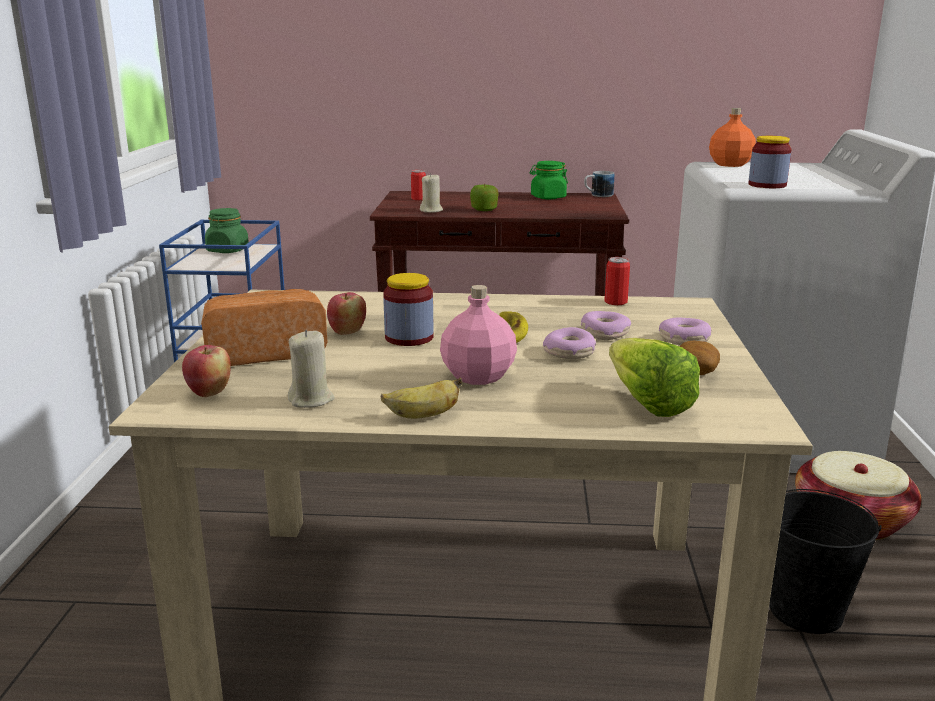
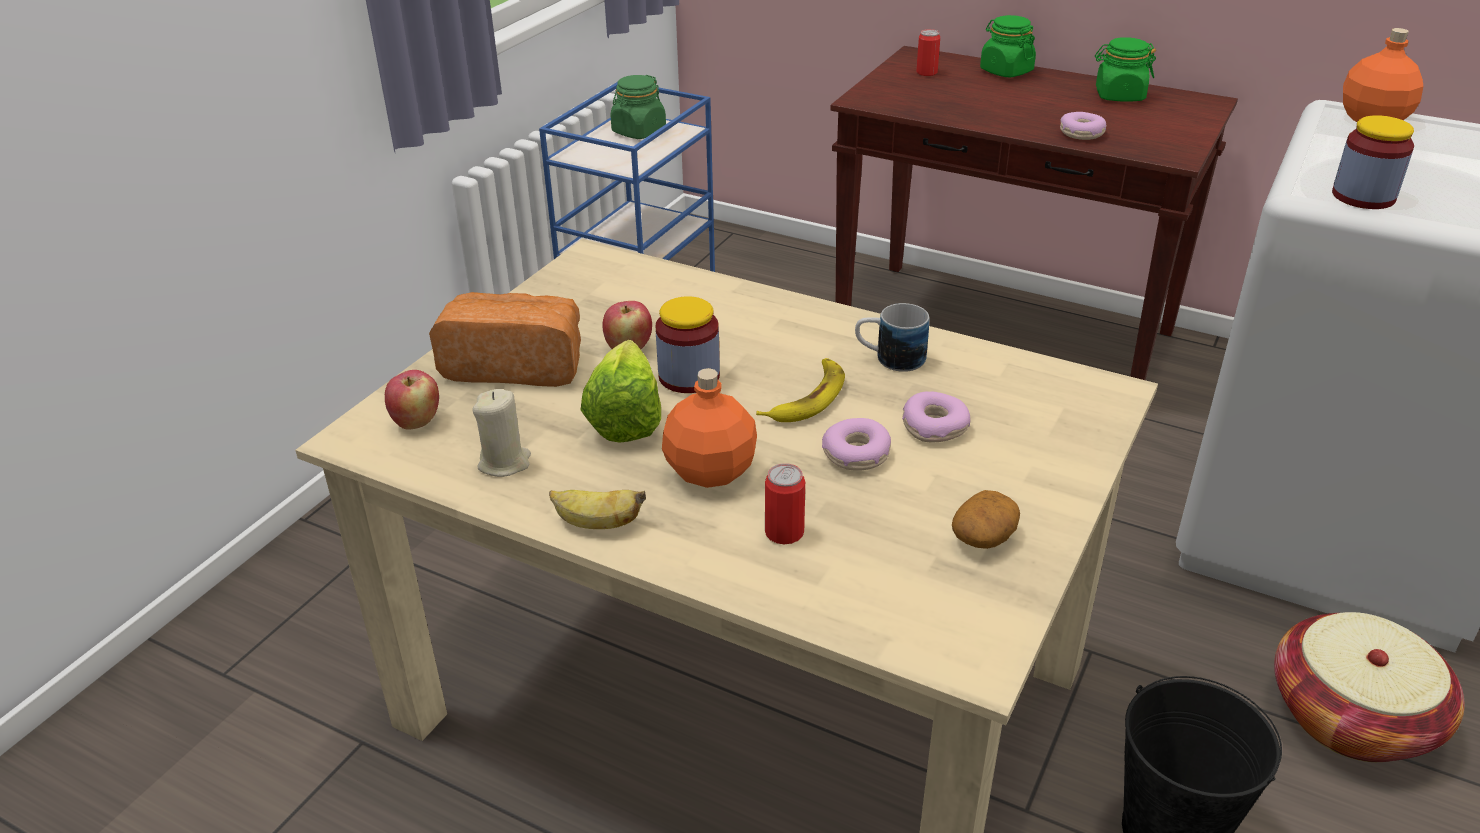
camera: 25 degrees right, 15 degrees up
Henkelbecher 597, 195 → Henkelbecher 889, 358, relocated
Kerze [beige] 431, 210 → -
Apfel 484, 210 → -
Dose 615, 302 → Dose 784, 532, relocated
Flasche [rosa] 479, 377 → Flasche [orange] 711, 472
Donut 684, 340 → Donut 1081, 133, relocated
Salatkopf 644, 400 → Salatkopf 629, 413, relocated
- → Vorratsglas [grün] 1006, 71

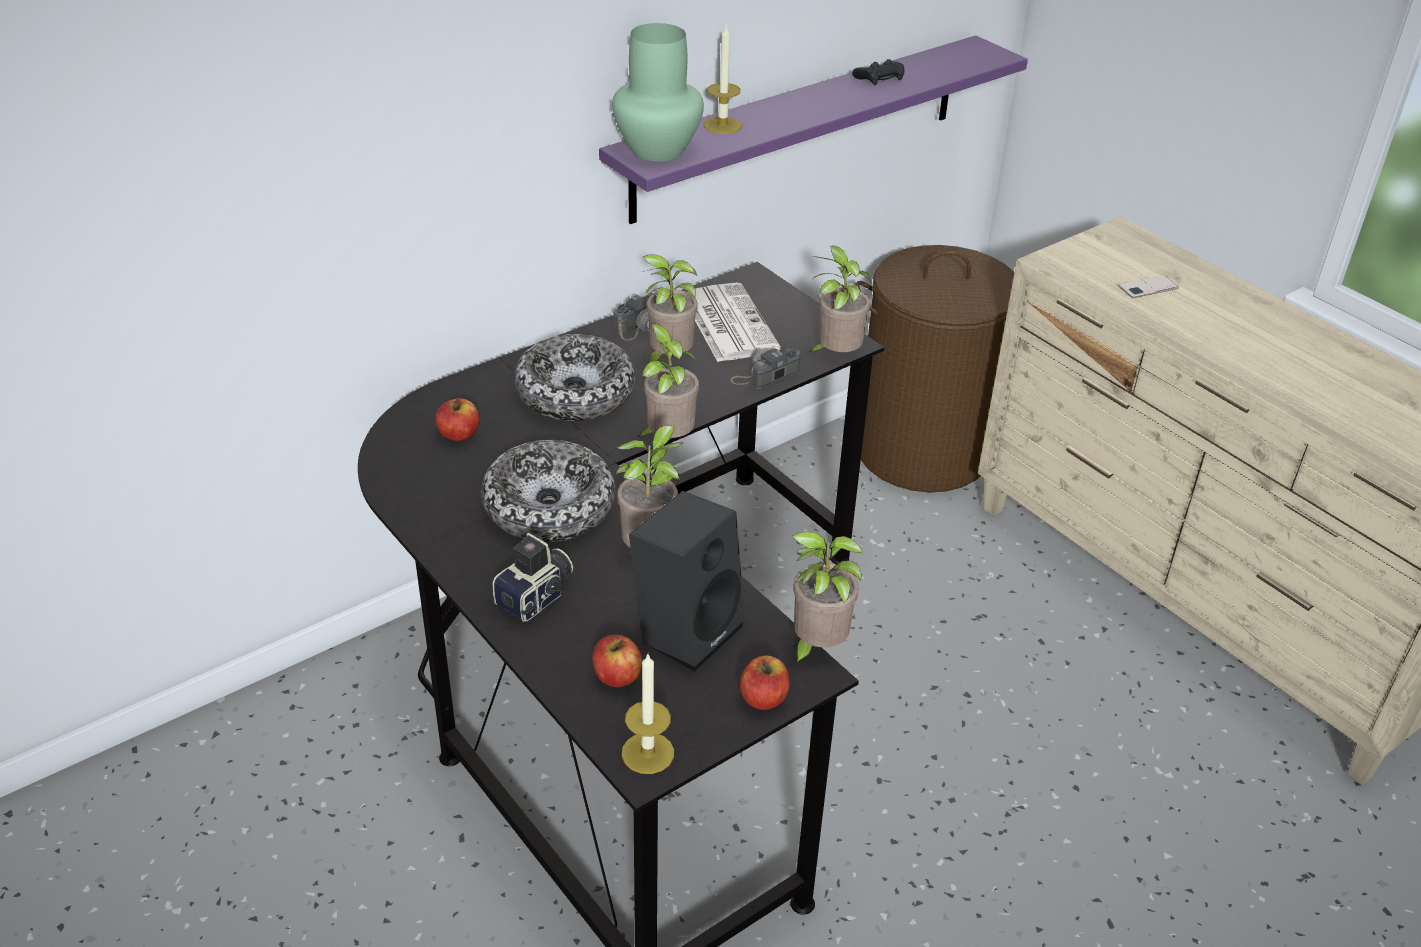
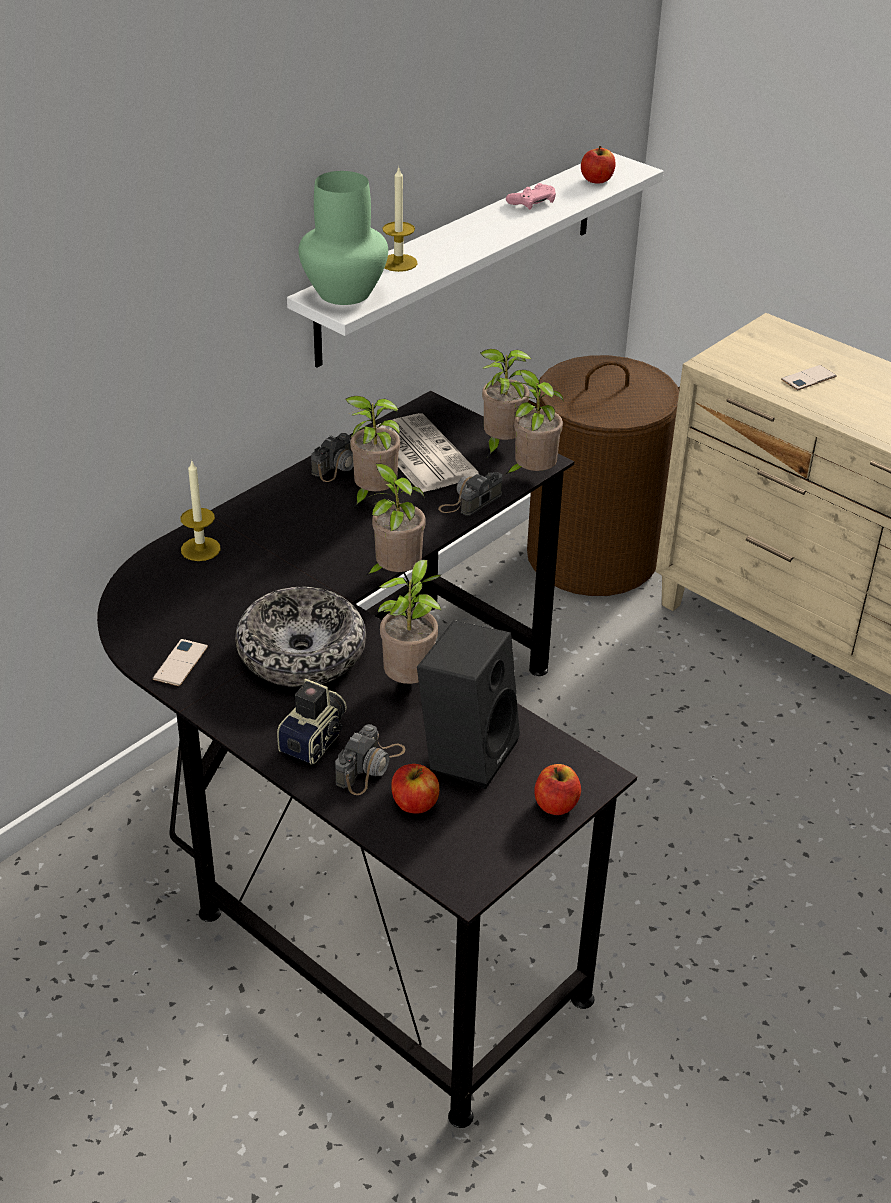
camera: 10 degrees left, 0 degrees up
Wandregal [lila] 799, 127 → Wandregal [weiß] 460, 256
Gamepad [schwarz] 879, 78 → Gamepad [rosa] 532, 202
Schüssel 575, 393 → -
Apfel 459, 434 → Apfel 597, 180, relocated
Topfpflanze 816, 647 → Topfpflanze 501, 445, relocated
Kerze 647, 753 → Kerze 200, 549, relocated
- → Handy 180, 663
- → Kamera 370, 766

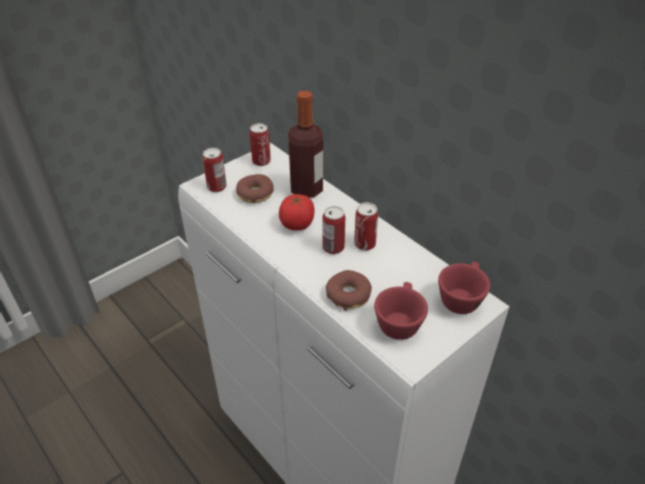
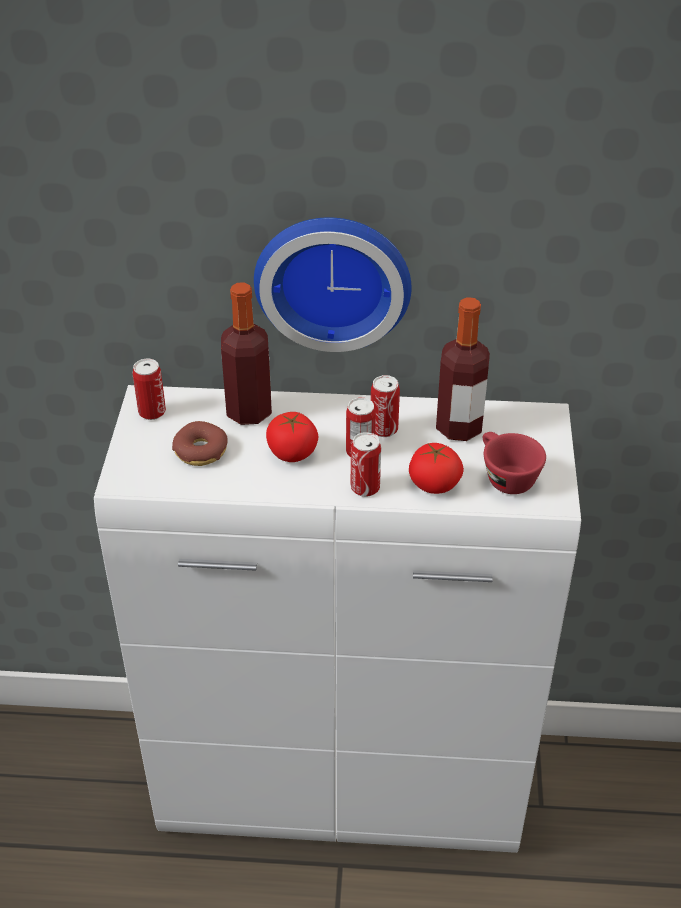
camera: 45 degrees left, 0 degrees up
Dose 216, 187 → Dose 365, 487, relocated
Tasse [rot] 461, 297 → -
Donut 348, 295 → Tomate 434, 484
- → Wanduhr 333, 277
- → Flasche 459, 427

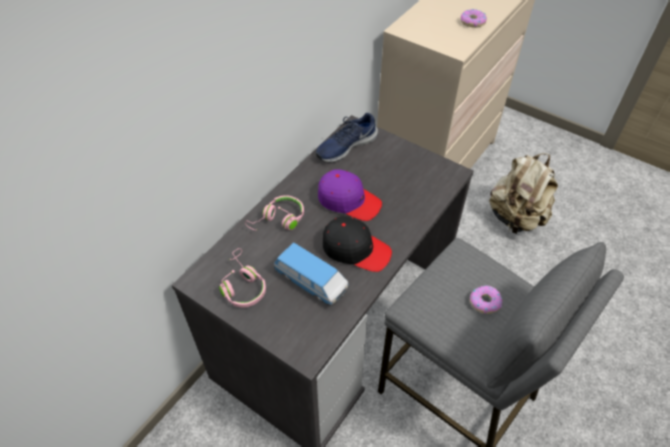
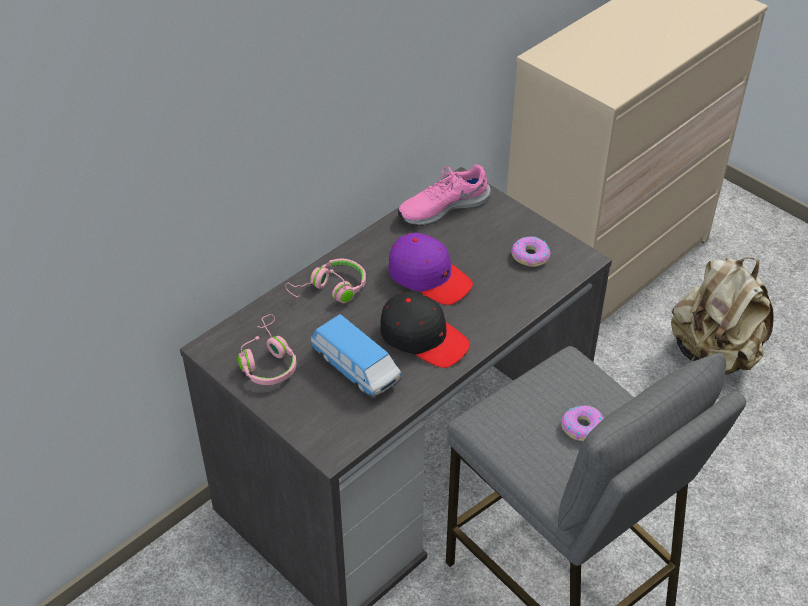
camera: 10 degrees right, 5 degrees down
Donut 472, 22 → Donut 530, 256, relocated
Schuh [blau] 345, 146 → Schuh [rosa] 442, 207

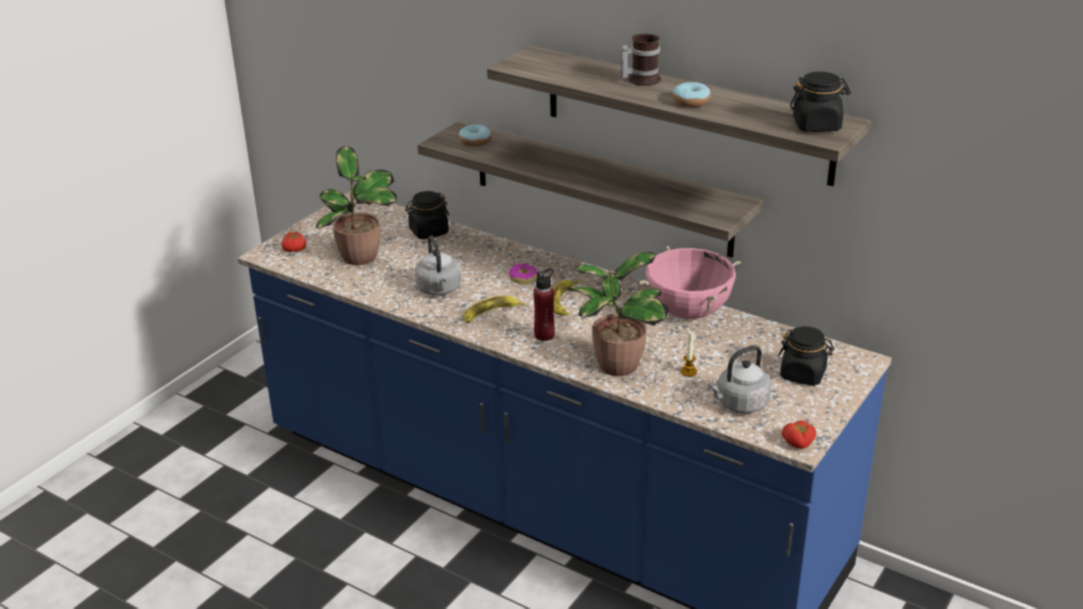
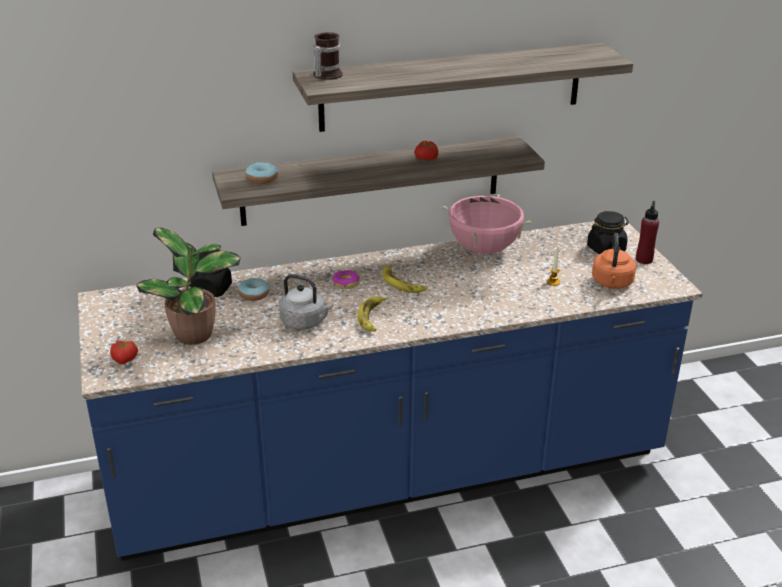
camera: 50 degrees left, 0 degrees up
Henkelbecher 640, 79 → Henkelbecher 325, 75, relocated
Vorratsglas [schwarz] 817, 125 → -
Donut 691, 101 → Donut 254, 294, relocated
Topfpflanze 615, 366 → -
Flasche [rot] 544, 335 → Flasche [rot] 644, 260, relocated
Wasserkessel [grau] 740, 404 → Wasserkessel [orange] 612, 283
Tomate 798, 443 → Tomate 427, 158, relocated

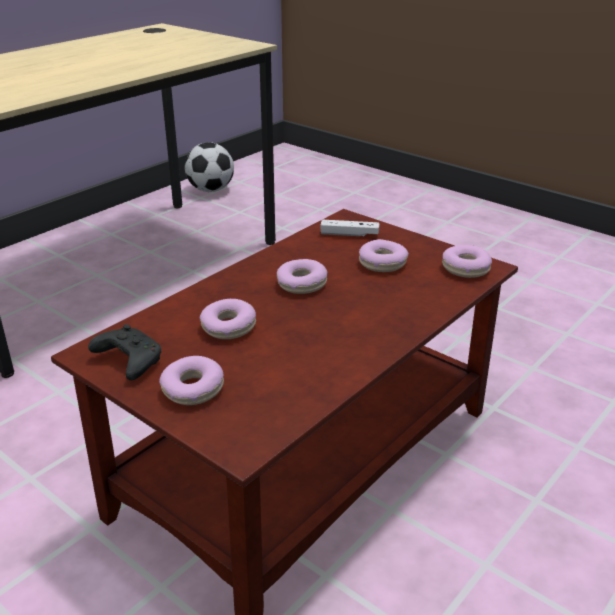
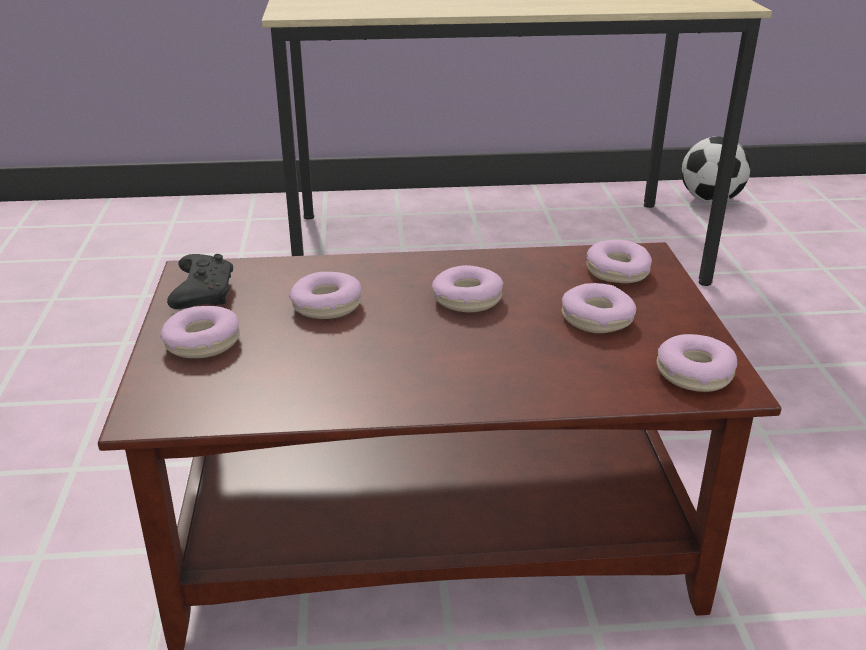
camera: 45 degrees right, 0 degrees up
Gamepad [weiß] 349, 234 → Donut 617, 272

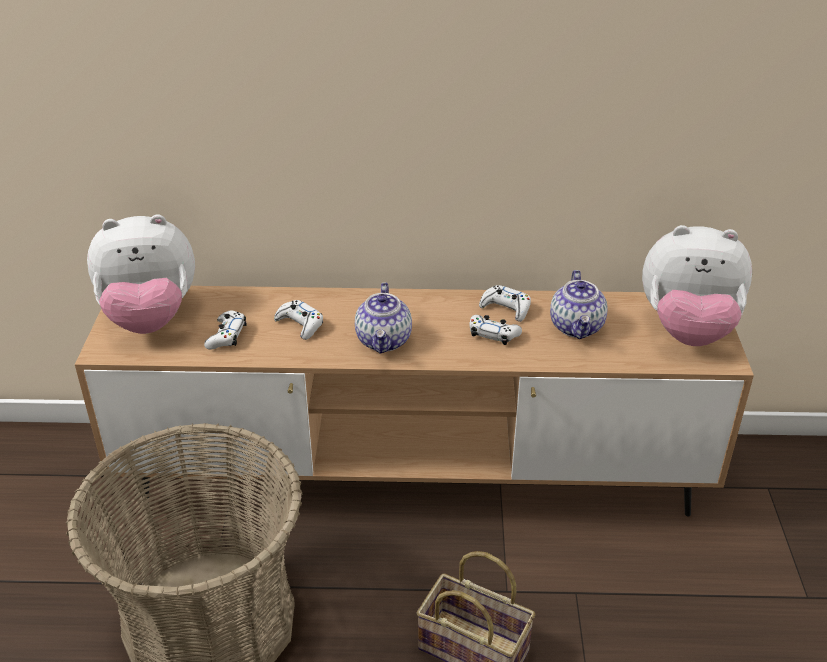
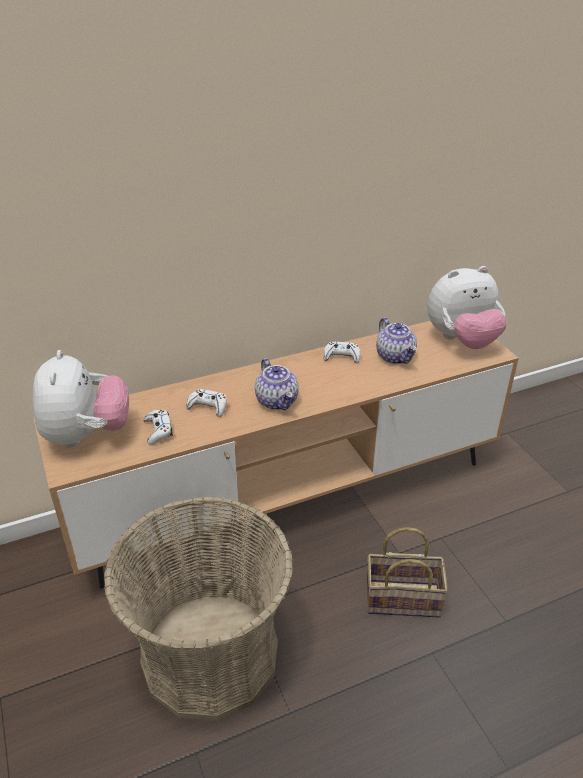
camera: 25 degrees left, 0 degrees up
Plüschtier 150, 319 → Plüschtier 86, 435, 60 degrees counterclockwise
Gamepad [weiß] 493, 334 → -

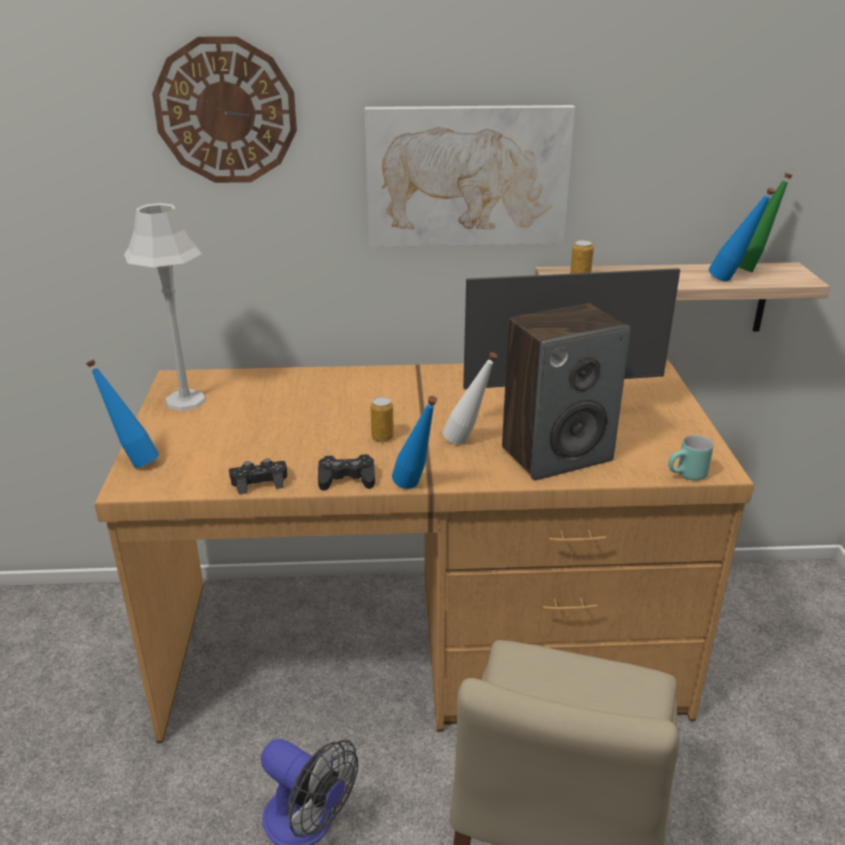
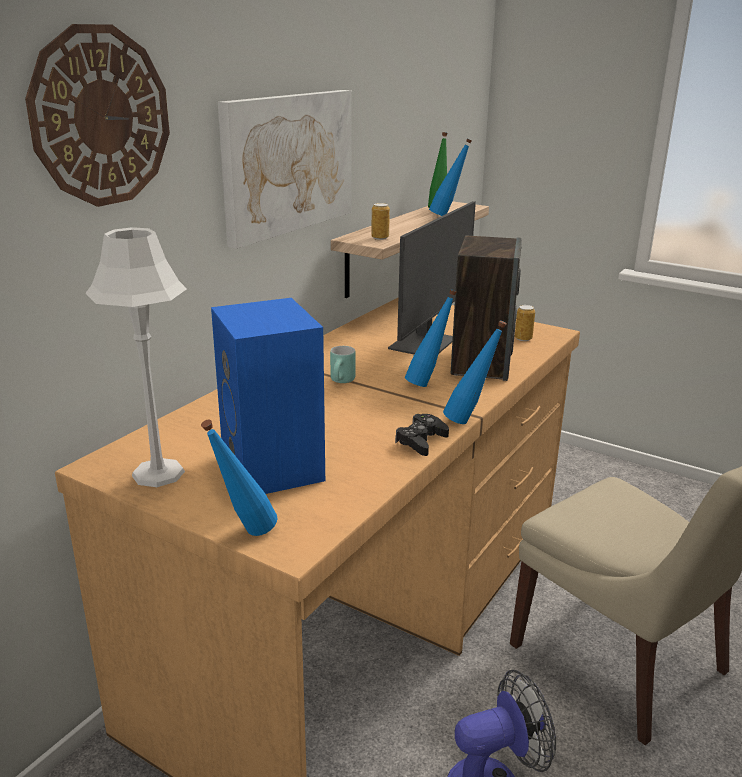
camera: 55 degrees left, 5 degrees down
Flasche [weiß] 468, 443 → Flasche [blau] 428, 383
Dose 382, 438 → Dose 523, 338, relocated
Henkelbecher [türkis] 687, 477 → Henkelbecher [türkis] 343, 382, relocated
Gamepad [schwarz] 259, 481 → -
- → Lautsprecher [blau] 275, 468

